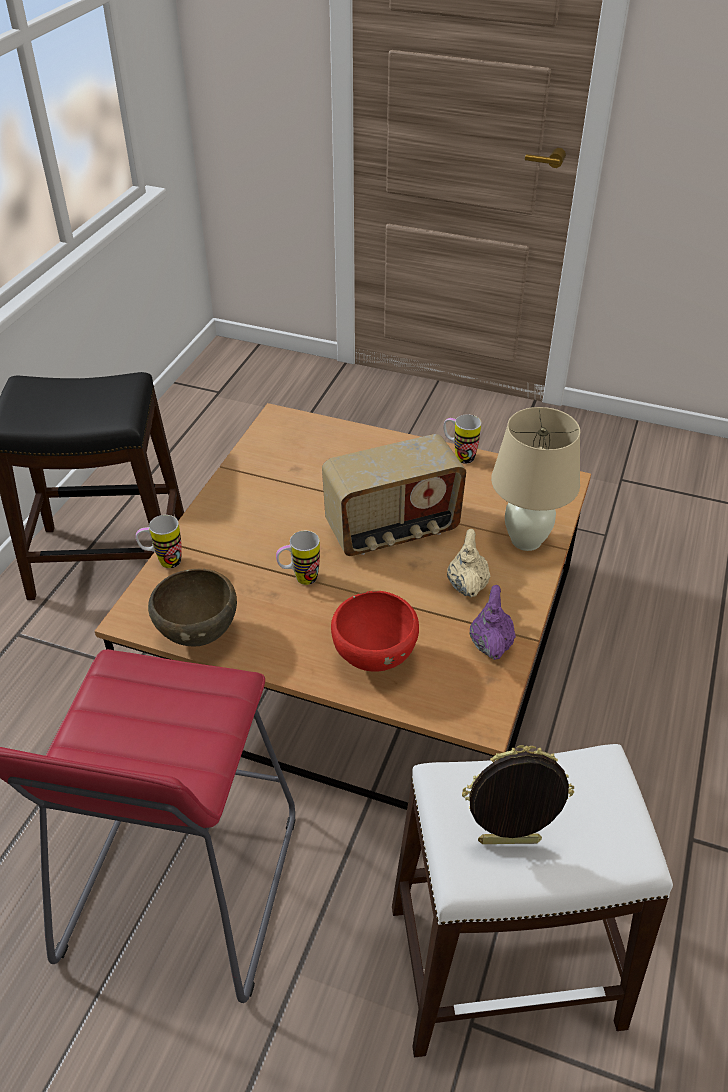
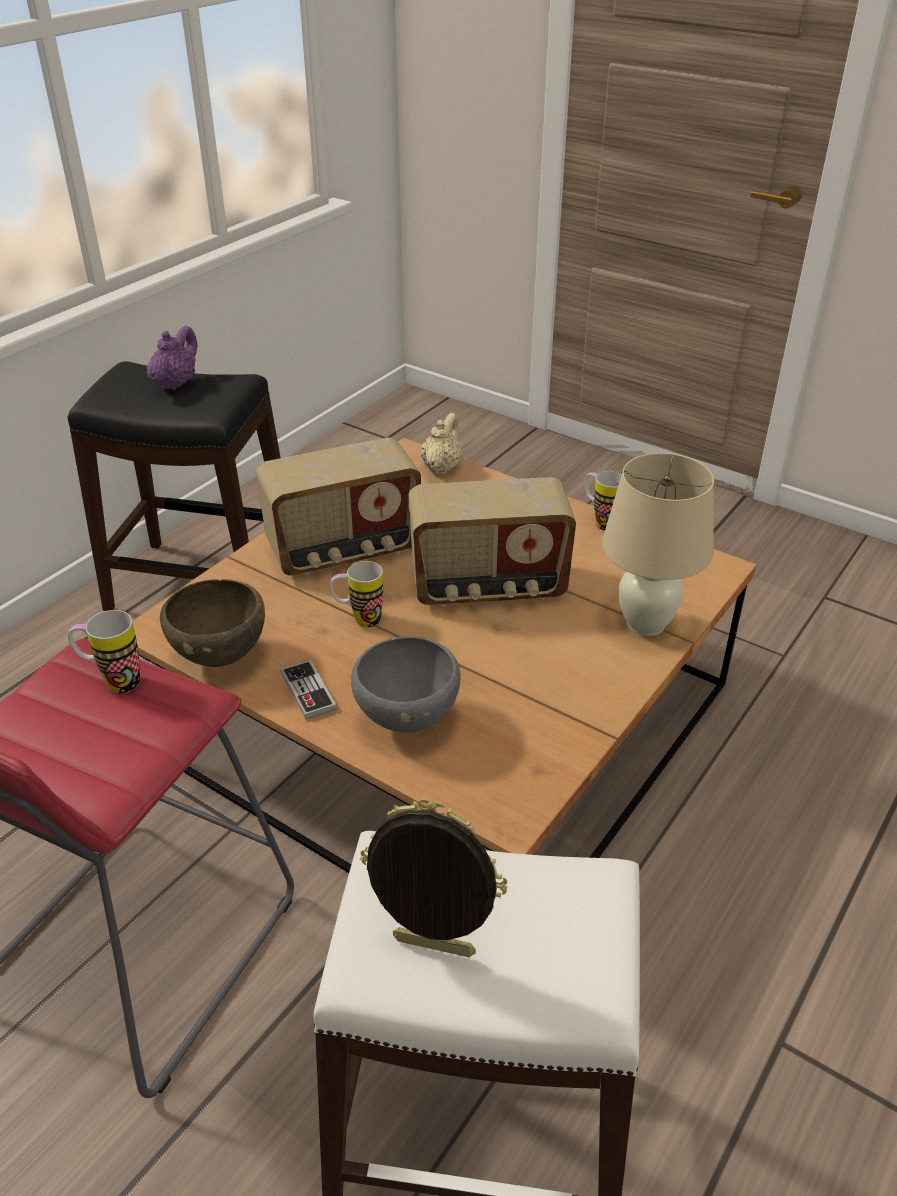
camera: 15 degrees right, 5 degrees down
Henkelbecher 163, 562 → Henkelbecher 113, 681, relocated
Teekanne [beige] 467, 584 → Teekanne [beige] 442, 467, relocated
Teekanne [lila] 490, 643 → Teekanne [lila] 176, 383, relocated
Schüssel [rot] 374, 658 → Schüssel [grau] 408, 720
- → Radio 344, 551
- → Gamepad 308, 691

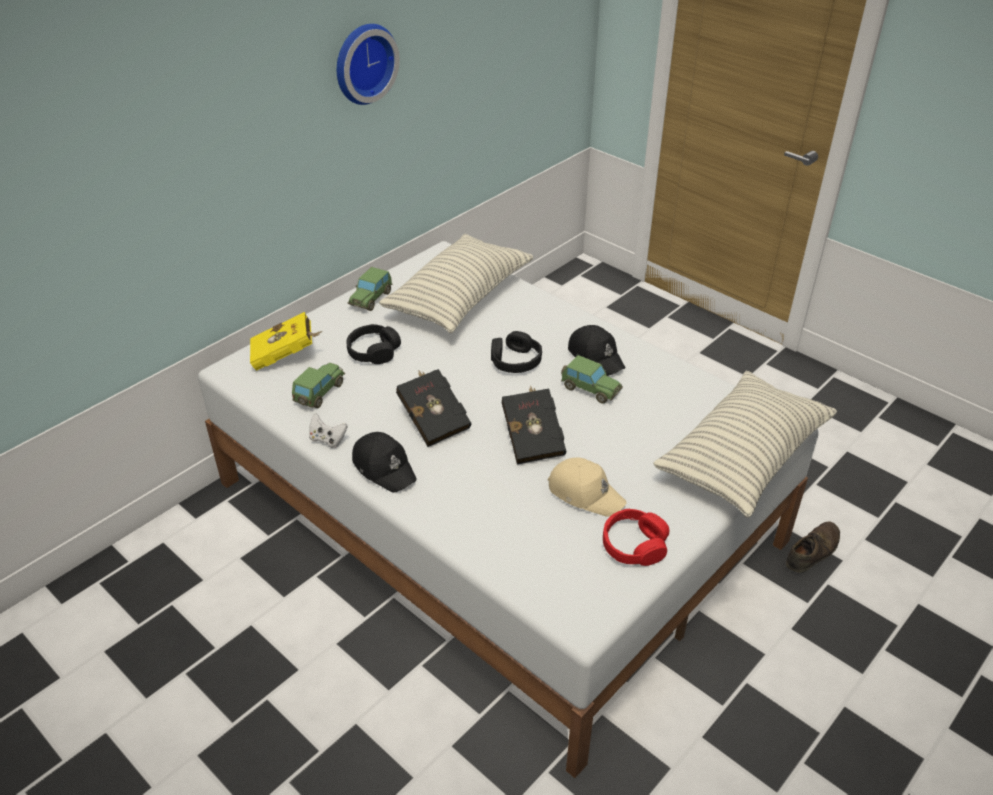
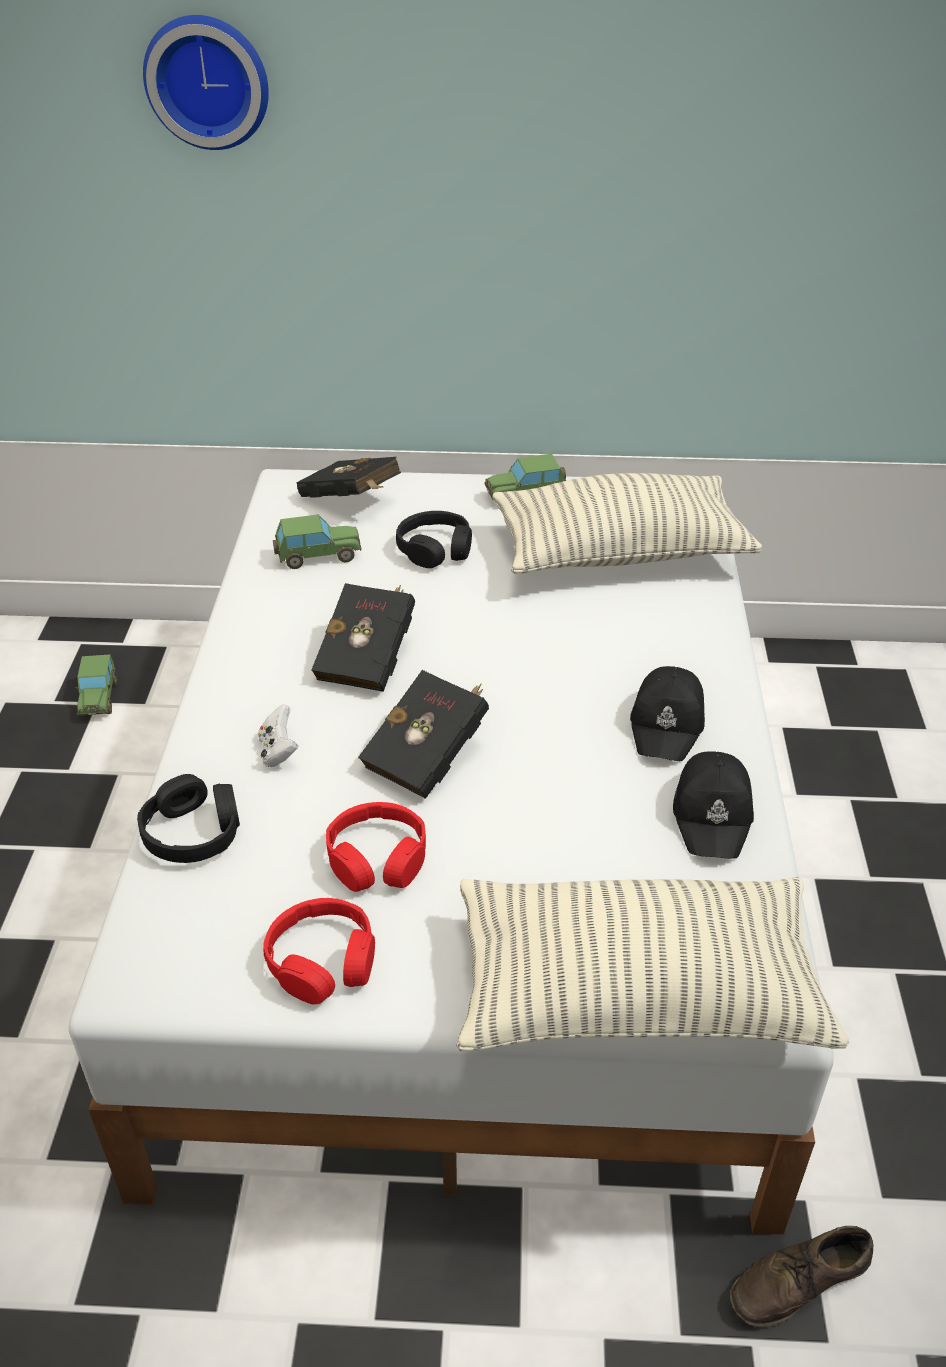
camera: 50 degrees right, 0 degrees up
Wanduhr 363, 62 → Wanduhr 208, 81, relocated
Buch [gelb] 286, 356 → Buch [schwarz] 352, 501
Kopfhörer [schwarz] 515, 361 → Kopfhörer [schwarz] 193, 832, relocated
Spielzeugauto 590, 389 → Spielzeugauto 99, 698, relocated
Gamepad [weiß] 327, 440 → Gamepad [weiß] 278, 751, relocated
Kappe [schwarz] 384, 467 → Kappe [schwarz] 713, 814, relocated
Kappe [beige] 585, 493 → Kopfhörer [rot] 377, 858
Schuh [braun] 812, 551 → Schuh [braun] 798, 1282, 150 degrees clockwise

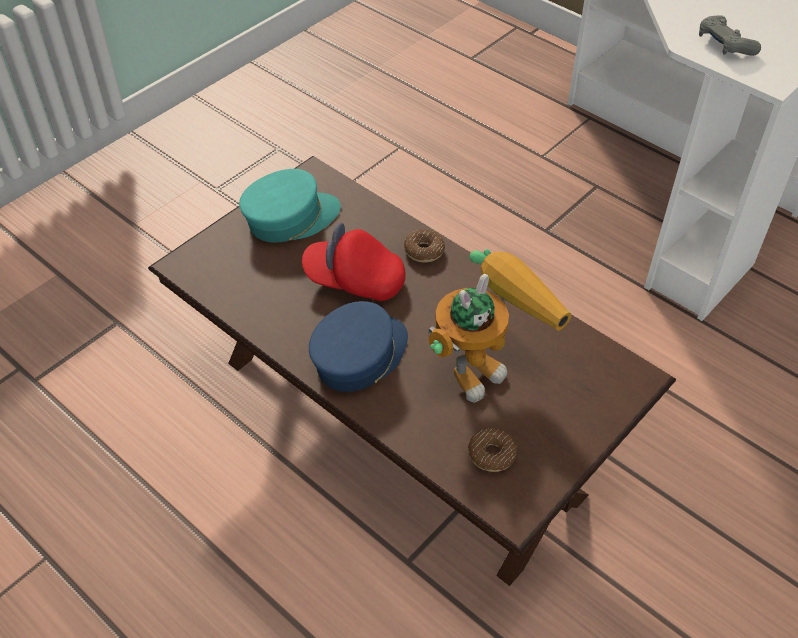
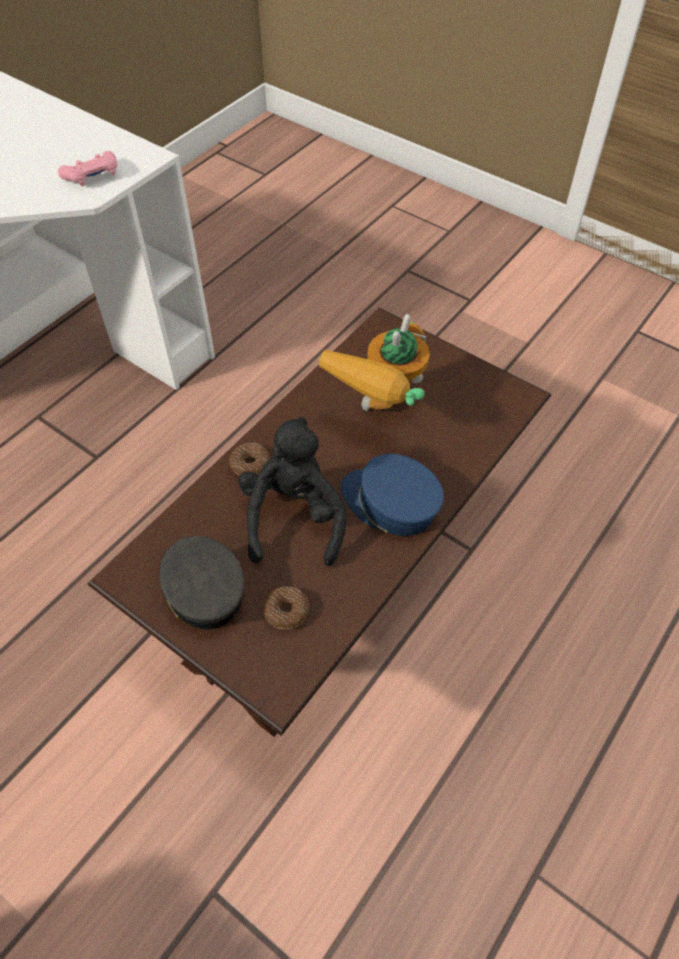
camera: 95 degrees left, 5 degrees up
Gamepad [grau] 724, 44 → Gamepad [rosa] 93, 176
Kappe [türkis] 291, 218 → Kappe [grau] 201, 588
Kappe [rot] 354, 280 → Plüschtier [schwarz] 294, 518
Spielzeugroboter 485, 362 → Spielzeugroboter 382, 415, 105 degrees counterclockwise
Donut 491, 454 → Donut 286, 611, relocated

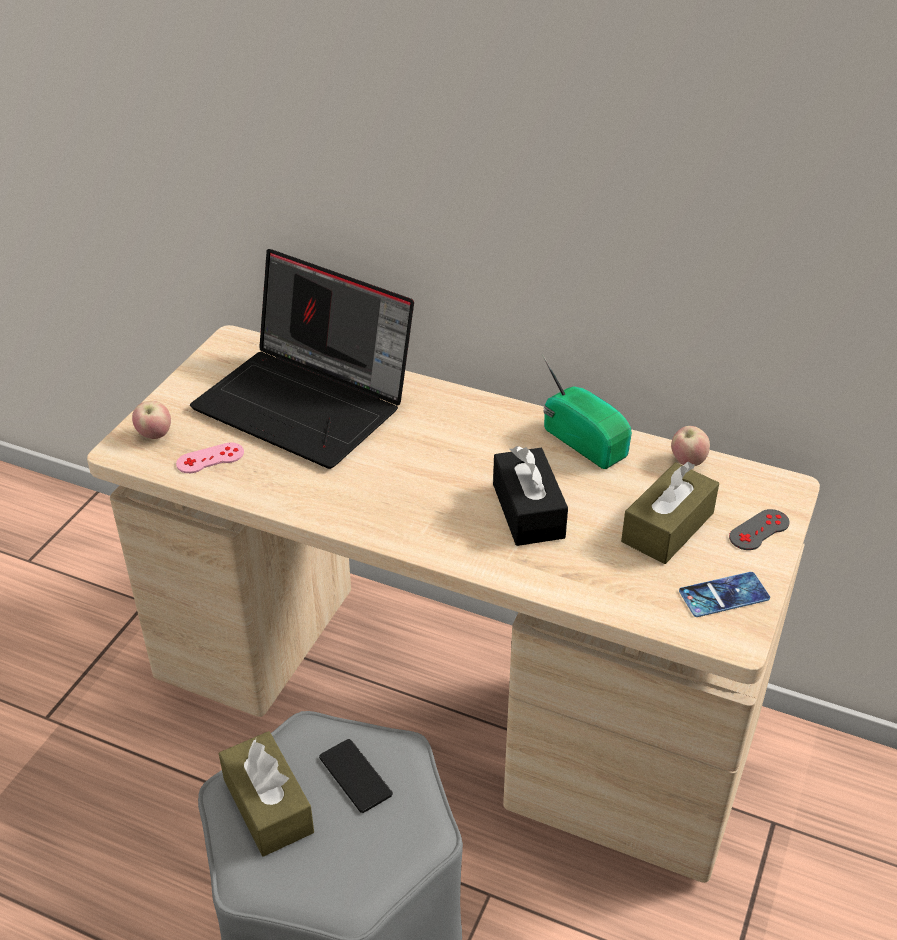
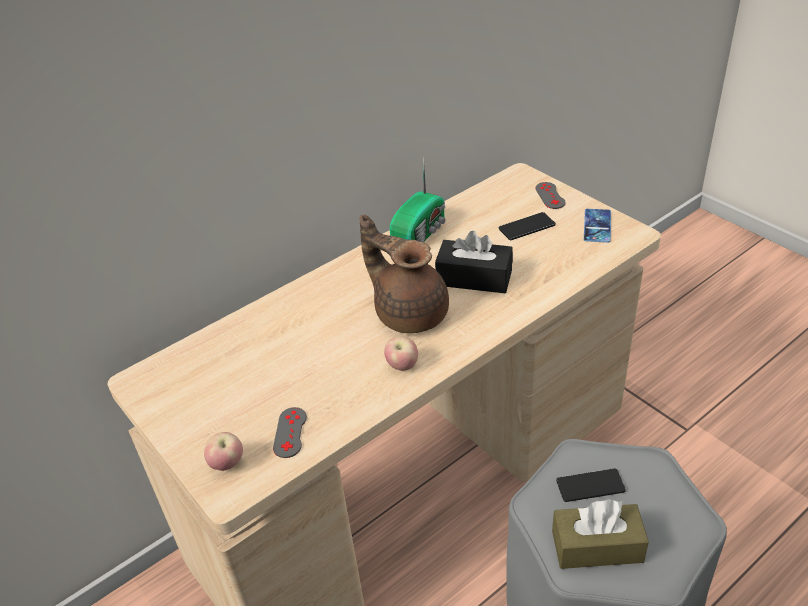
camera: 60 degrees left, 0 degrees up
Laptop 308, 403 → -
Radio 584, 440 → Radio 421, 233, 135 degrees clockwise
Apfel 687, 461 → Apfel 402, 366, relocated
Gamepad [rosa] 210, 458 → Gamepad [grau] 290, 432
Taschentuchbox [braun] 667, 527 → Handy 527, 227
- → Teekanne [braun] 409, 312

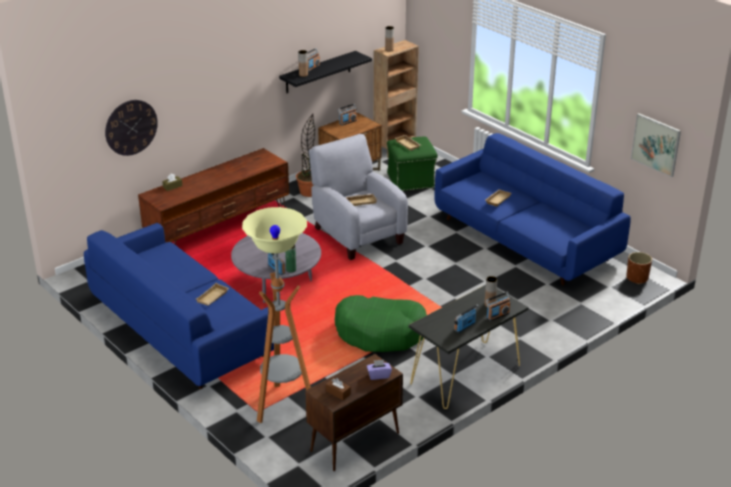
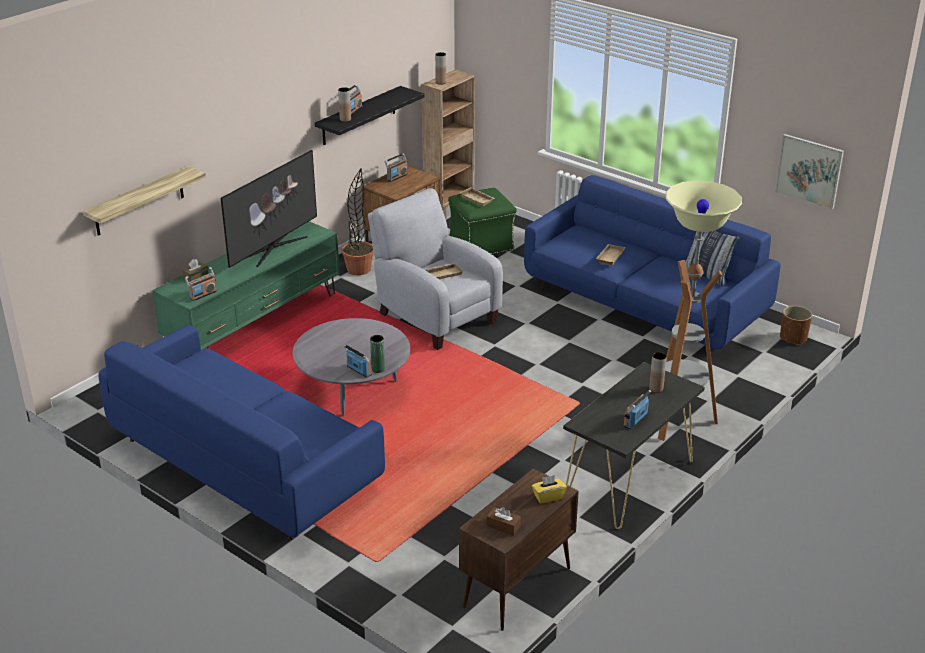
camera: 10 degrees left, 0 degrees up
Wanduhr 131, 127 → Wandregal 139, 201
Fernsehschrank [braun] 219, 226 → Fernsehschrank [grün] 255, 322
Stehlampe 283, 406 → Stehlampe 678, 420, relocated
Tablett [beige] 213, 297 → -
Radio 497, 315 → Radio 203, 294, relocated
Hundebett [grün] 381, 332 → -
Taschentuchbox [lila] 378, 375 → Taschentuchbox [gelb] 548, 497
- → Fernseher 273, 248
- → Kissen 707, 274

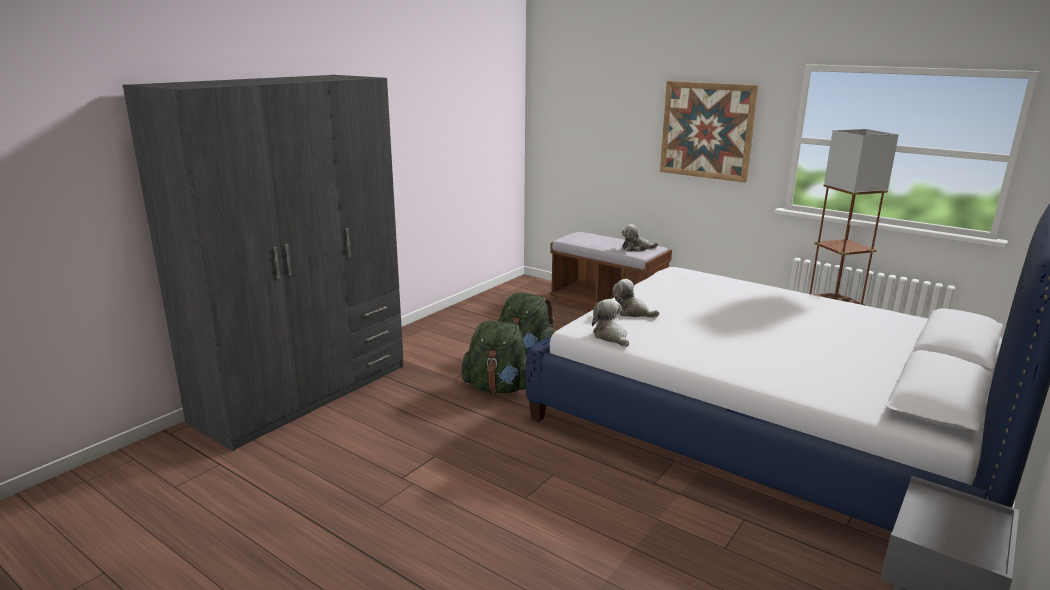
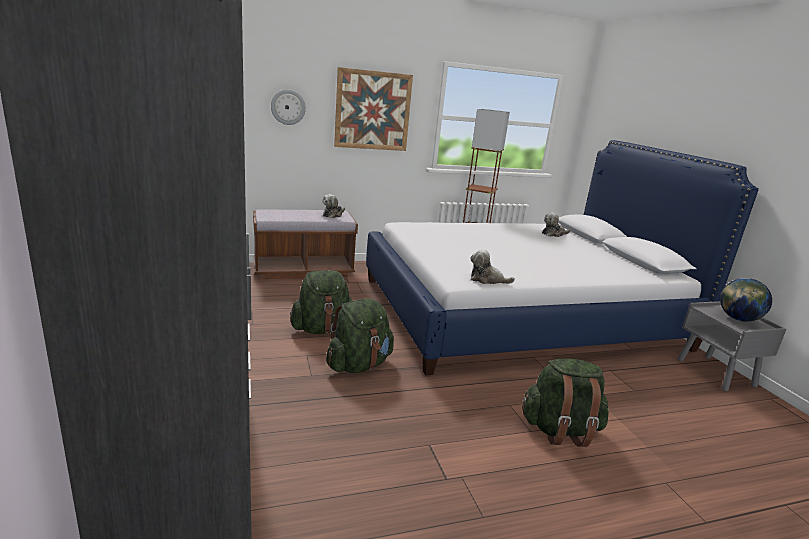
camera: 55 degrees left, 0 degrees up
Plüschtier 631, 312 → Plüschtier 554, 234, relocated
- → Wanduhr 288, 107
- → Globus 738, 319
- → Rucksack [grün] 560, 430

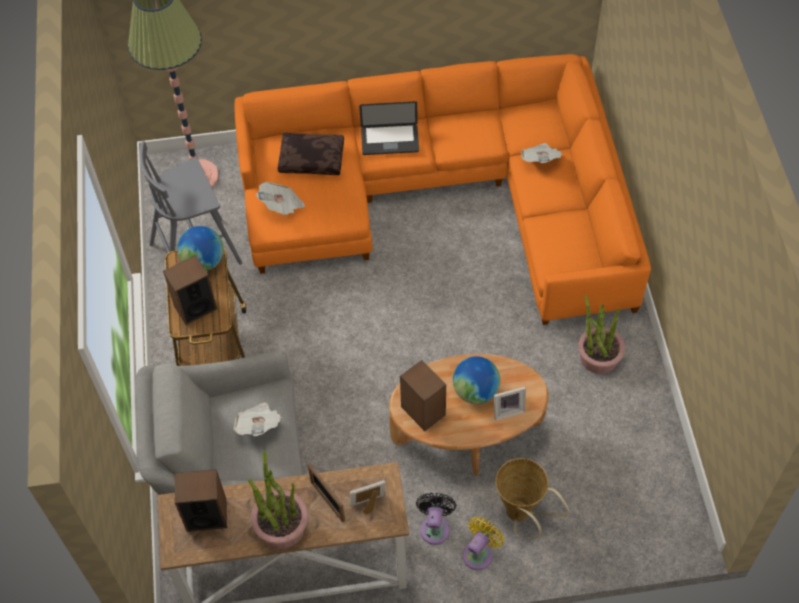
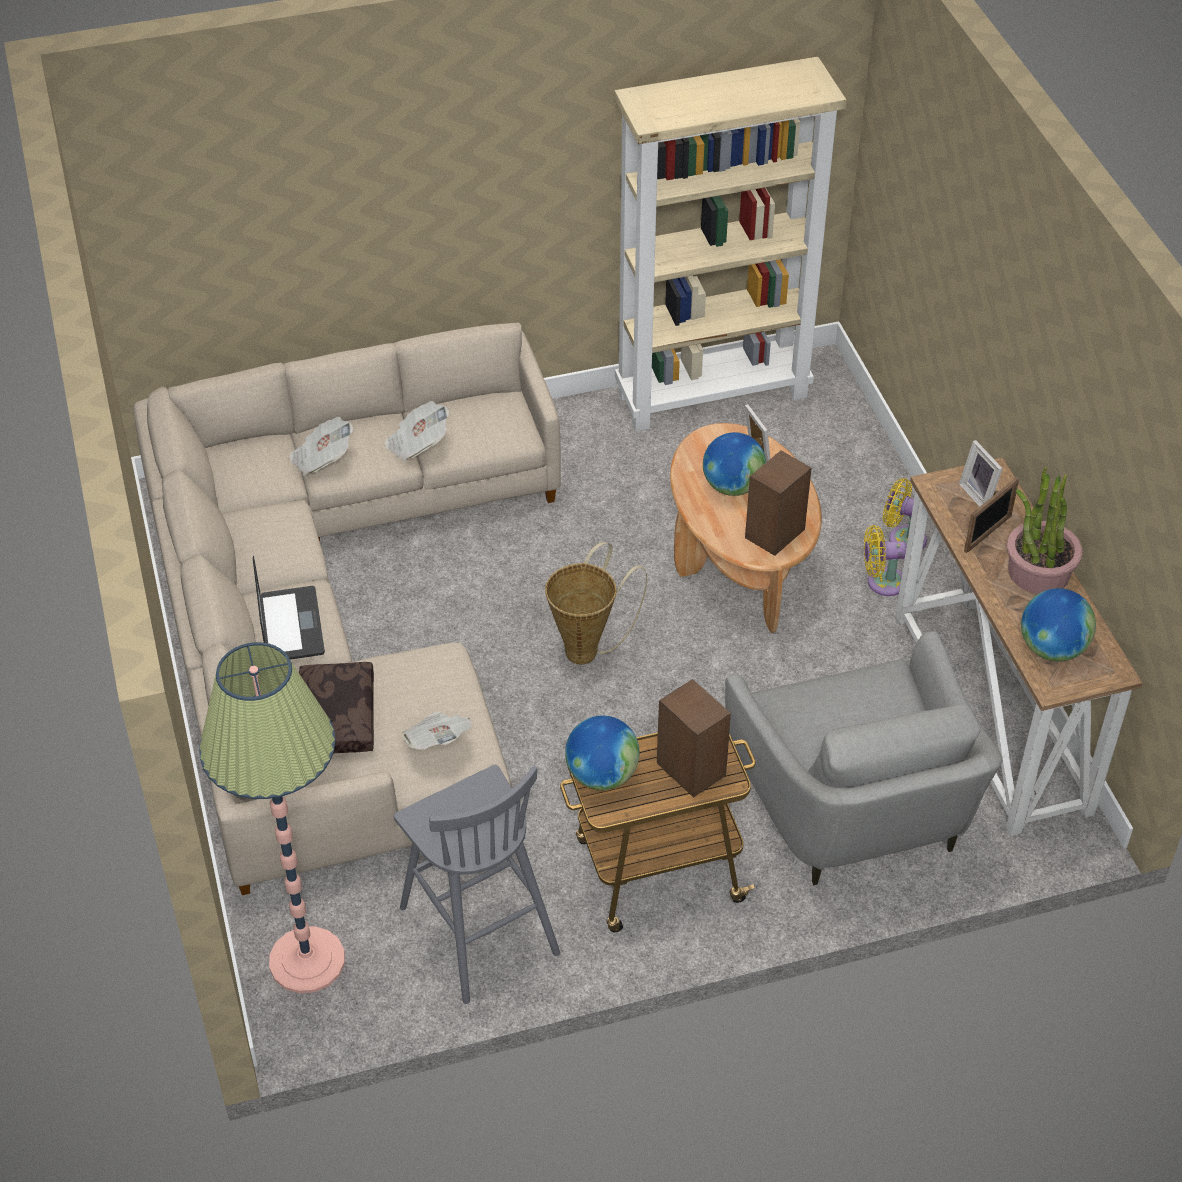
camera: 100 degrees left, 10 degrees down
Sofa [orange] 446, 196 → Sofa [beige] 334, 620
Topfpflanze 598, 357 → -
Zeitung 259, 425 → Zeitung 417, 444, relocated
Korb 521, 516 → Korb 587, 649, relocated
Lautsprecher 206, 515 → Globus 1051, 648
Ventilator [schwarz] 435, 527 → Ventilator [gelb] 882, 582
- → Bücherregal [beige] 713, 393

